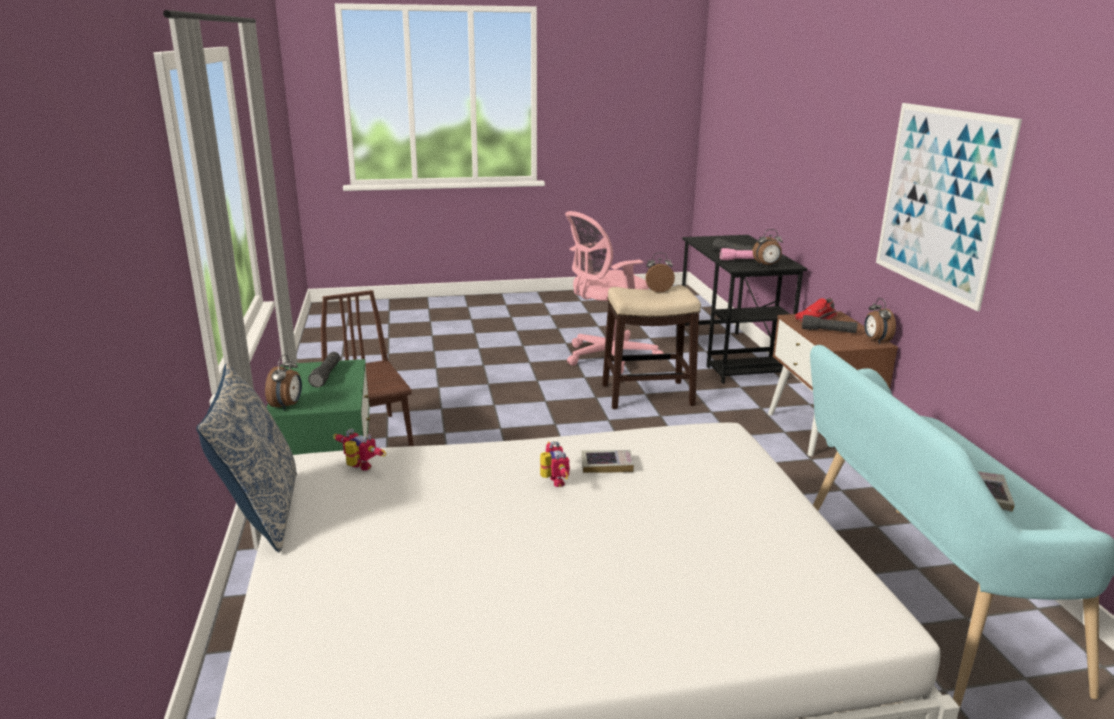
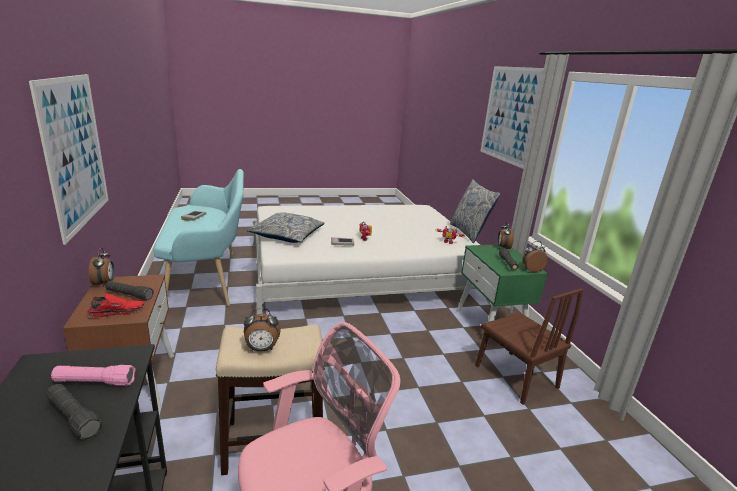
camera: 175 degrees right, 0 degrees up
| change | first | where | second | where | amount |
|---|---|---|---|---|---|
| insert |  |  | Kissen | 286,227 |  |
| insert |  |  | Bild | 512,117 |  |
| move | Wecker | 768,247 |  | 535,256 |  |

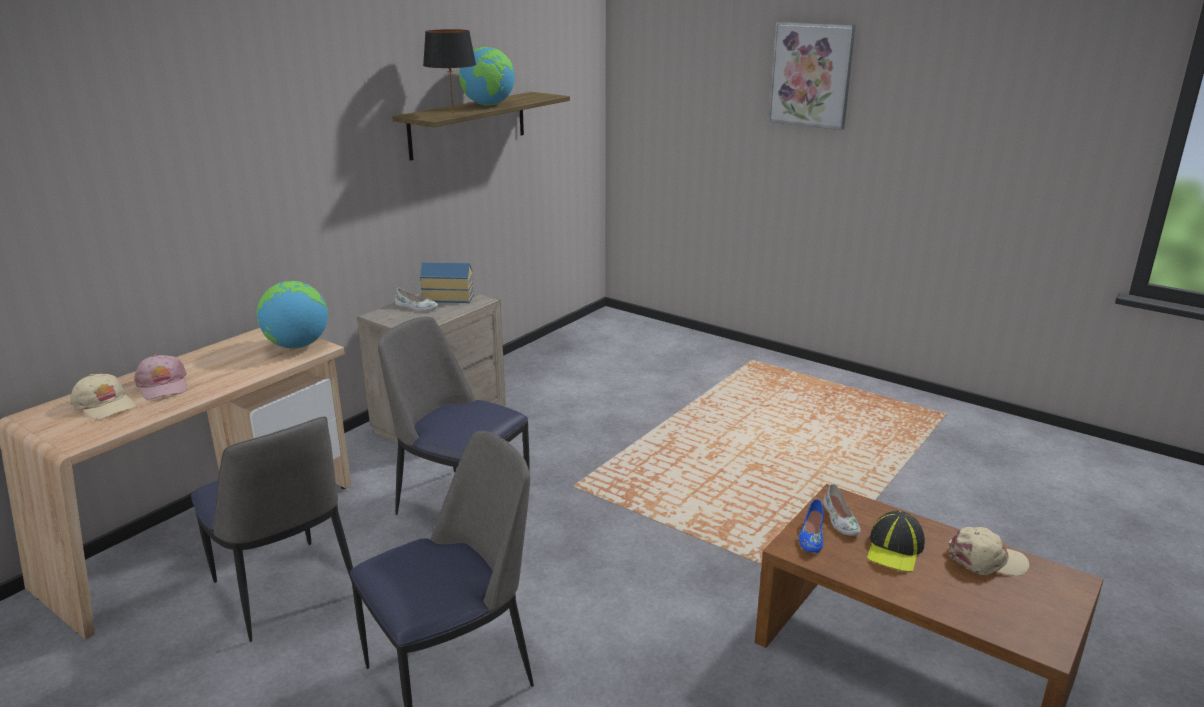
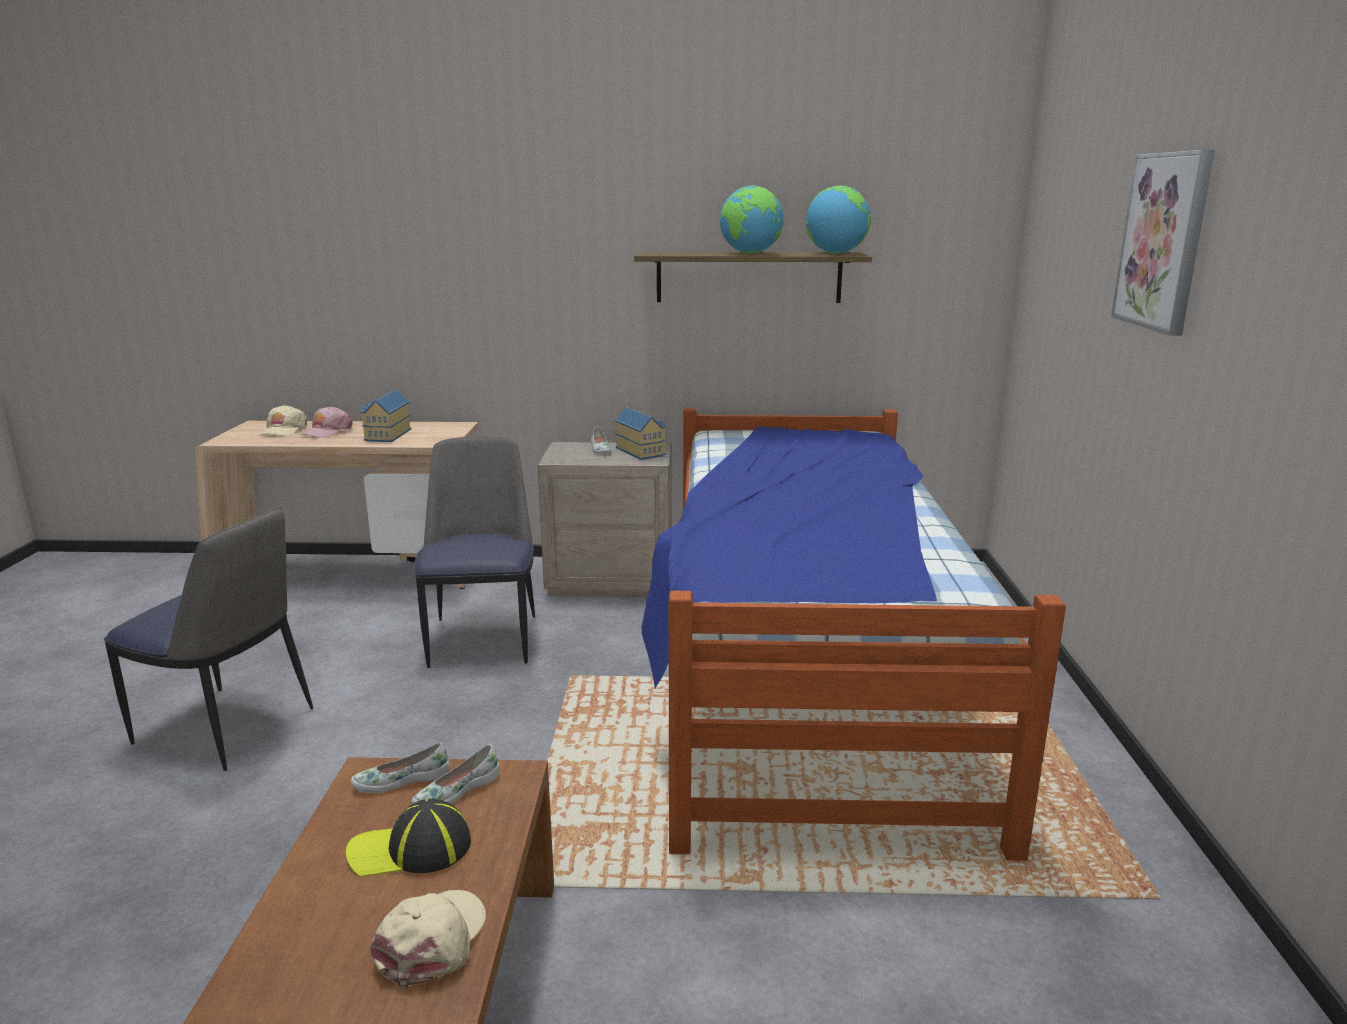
camera: 55 degrees right, 5 degrees down
| change | first | where | second | where | amount |
|---|---|---|---|---|---|
| recolor | Schuh [blau] | 811,526 | Schuh [weiß] | 400,768 |  |
| insert |  |  | Spielzeughaus | 385,415 |  |
| rotate | Kappe [beige] | 988,551 |  | 428,938 | 135 degrees counterclockwise |
| insert |  |  | Bett | 854,634 |  |
| move | Globus | 292,315 |  | 838,219 |  |
| delete | Stuhl | 272,529 |  |  |  |
| delete | Tischlampe [schwarz] | 449,70 |  |  |  |

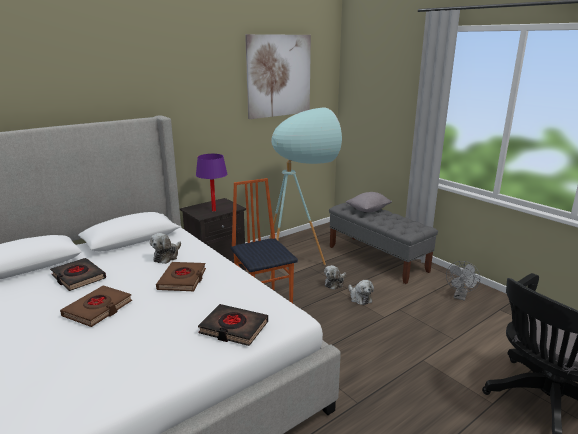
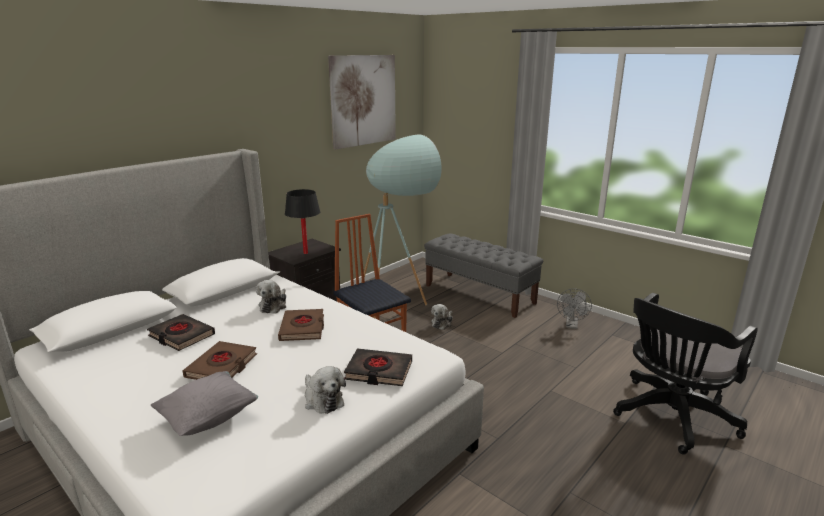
camera: 10 degrees left, 0 degrees up
| change | first | where | second | where | amount |
|---|---|---|---|---|---|
| move | Kissen [grau] | 368,202 |  | 204,403 |  |
| recolor | Tischlampe [lila] | 212,182 | Tischlampe [schwarz] | 302,221 |  |
| move | Plüschtier | 361,292 |  | 325,390 |  |

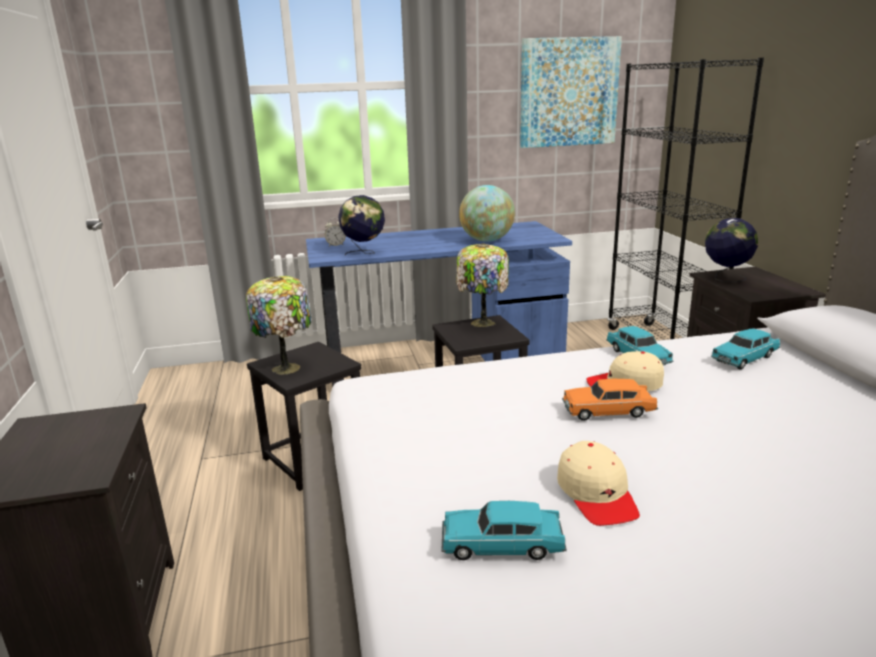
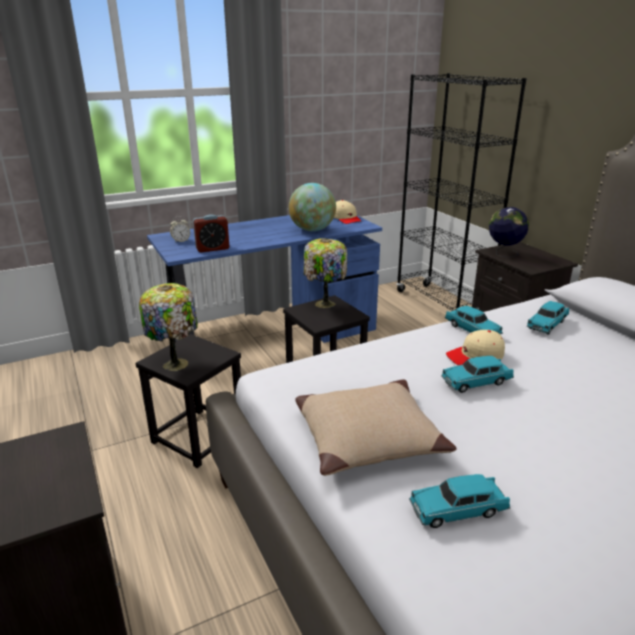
camera: 15 degrees left, 5 degrees up
| change | first | where | second | where | amount |
|---|---|---|---|---|---|
| replace | Globus | 361,225 | Wecker | 211,233 |  |
| insert |  |  | Kissen [beige] | 376,428 |  |
| move | Kappe [beige] | 598,483 |  | 347,212 |  |
| recolor | Spielzeugauto [orange] | 610,400 | Spielzeugauto [türkis] | 477,374 |  |
| delete | Bild | 571,92 |  |  |  |

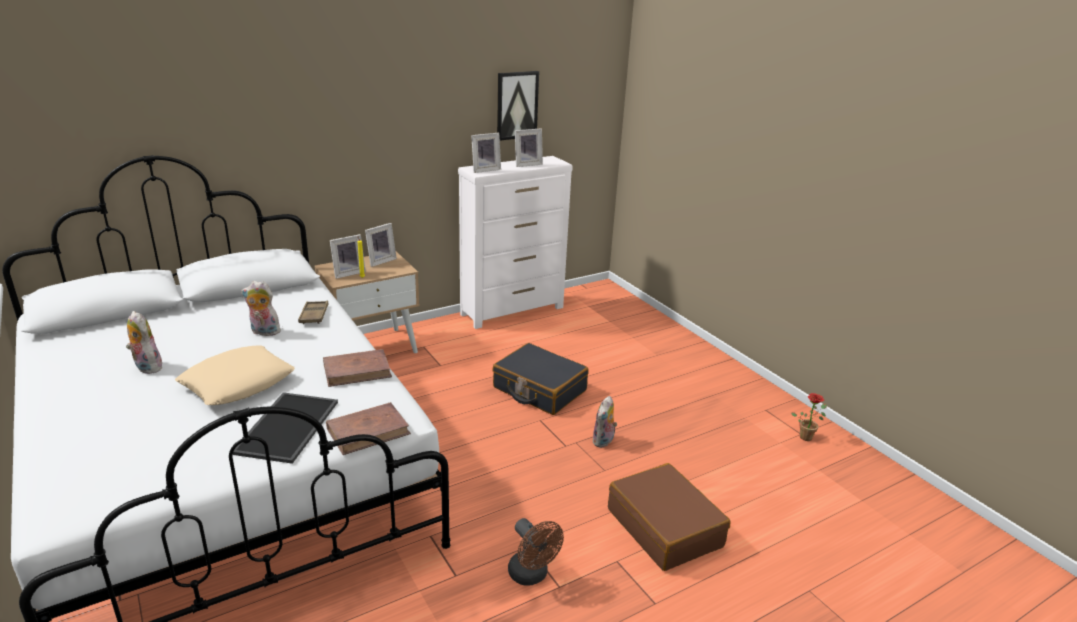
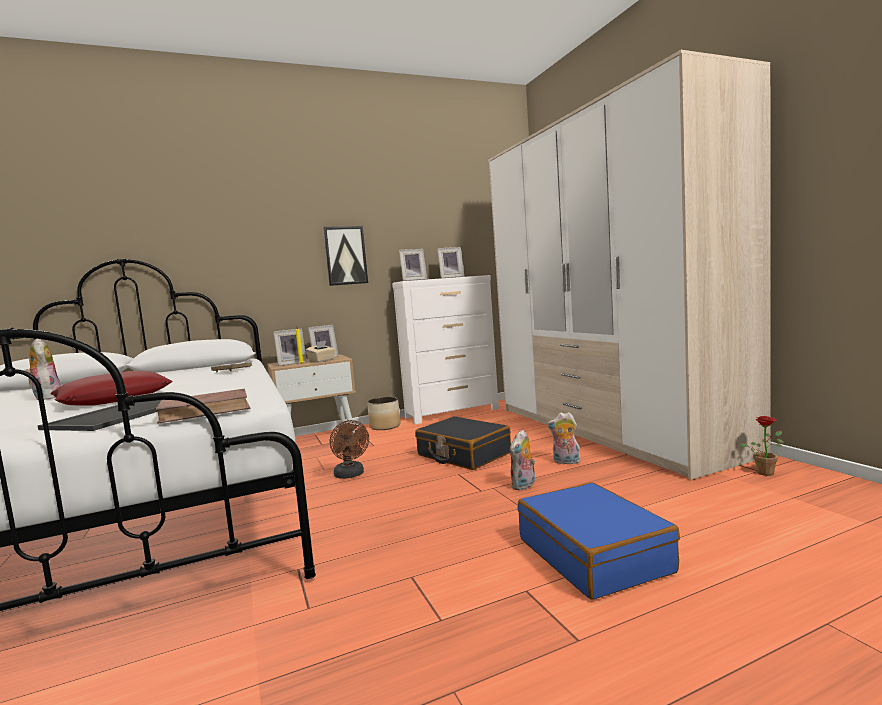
camera: 10 degrees right, 20 degrees down
| change | first | where | second | where | amount |
|---|---|---|---|---|---|
| recolor | Kissen [beige] | 235,375 | Kissen [rot] | 111,388 |  |
| insert |  |  | Taschentuchbox [beige] | 320,352 |  |
| move | Bild | 518,106 |  | 345,256 |  |
| move | Ventilator [braun] | 536,551 |  | 349,449 |  |
| insert |  |  | Pflanzkübel | 384,413 |  |
| insert |  |  | Kleiderschrank | 629,265 |  |
| recolor | Koffer [braun] | 669,517 | Koffer [blau] | 599,541 |  |
| move | Plüschtier | 261,308 |  | 563,438 |  |
| delete | Buch [braun] | 357,368 |  |  |  |

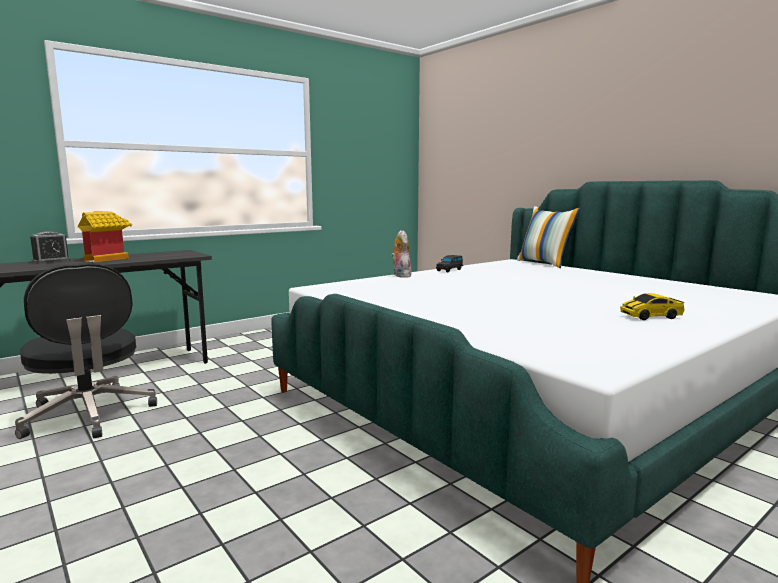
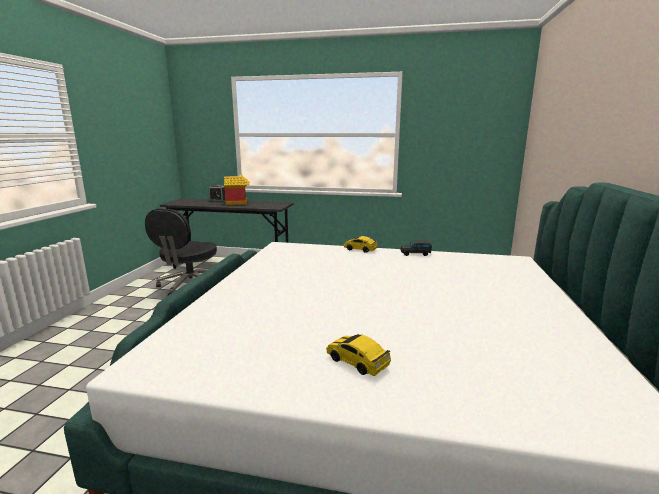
camera: 50 degrees right, 5 degrees up
| change | first | where | second | where | amount |
|---|---|---|---|---|---|
| replace | Plüschtier | 401,254 | Spielzeugauto | 361,244 |  |
| delete | Kissen | 549,237 |  |  |  |

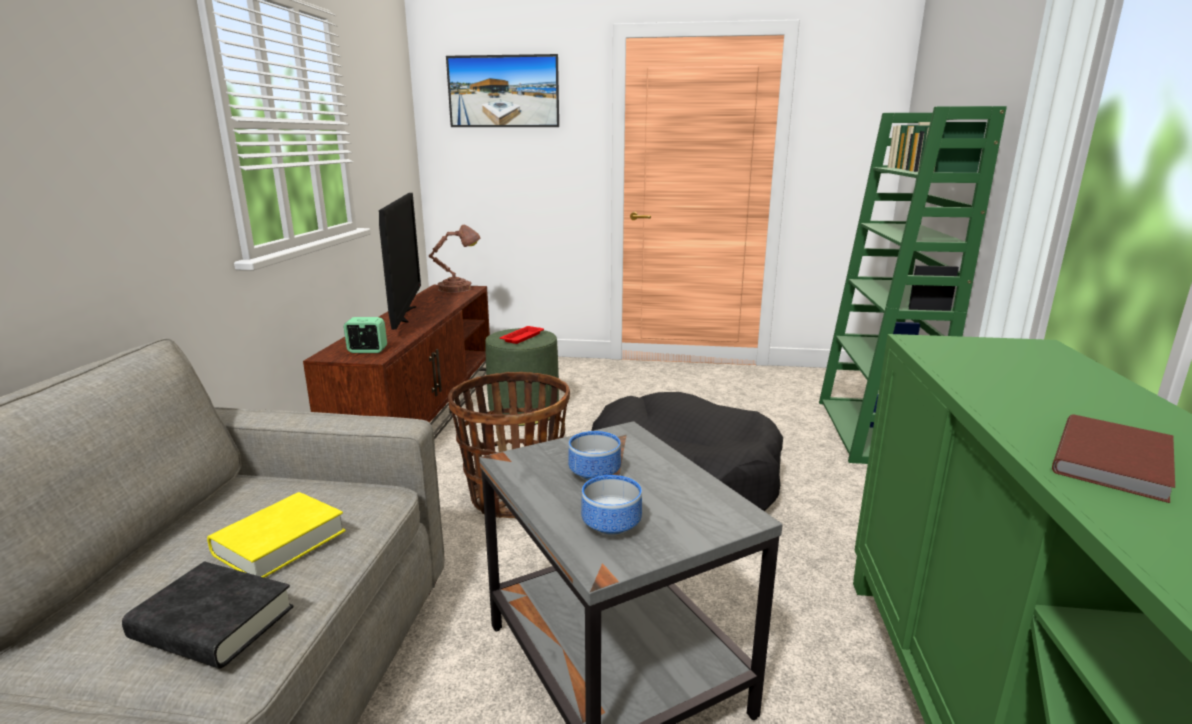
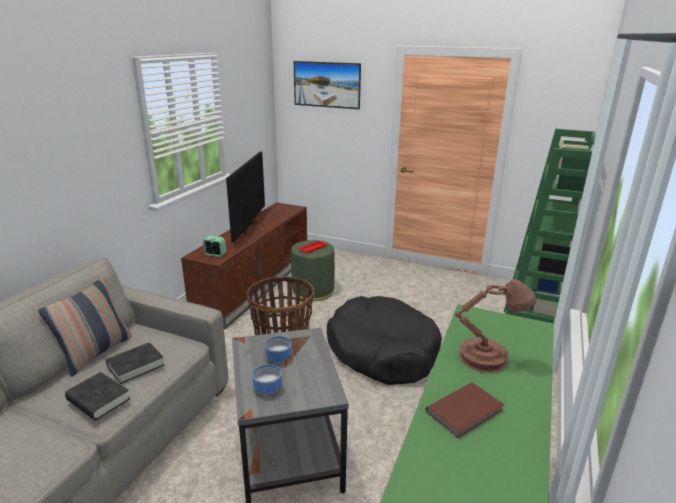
camera: 15 degrees right, 5 degrees up
| change | first | where | second | where | amount |
|---|---|---|---|---|---|
| insert |  |  | Kissen | 85,326 |  |
| recolor | Buch [gelb] | 276,535 | Buch [schwarz] | 135,363 |  |
| move | Tischlampe [braun] | 454,259 |  | 495,325 |  |

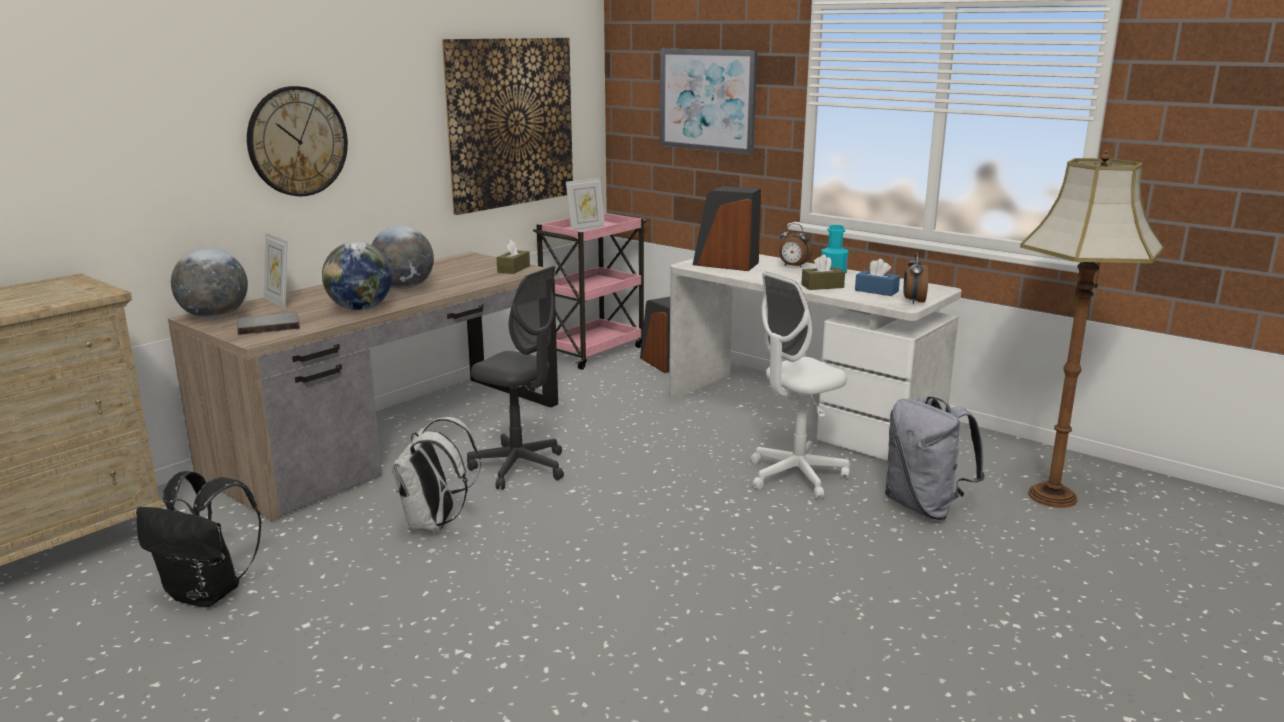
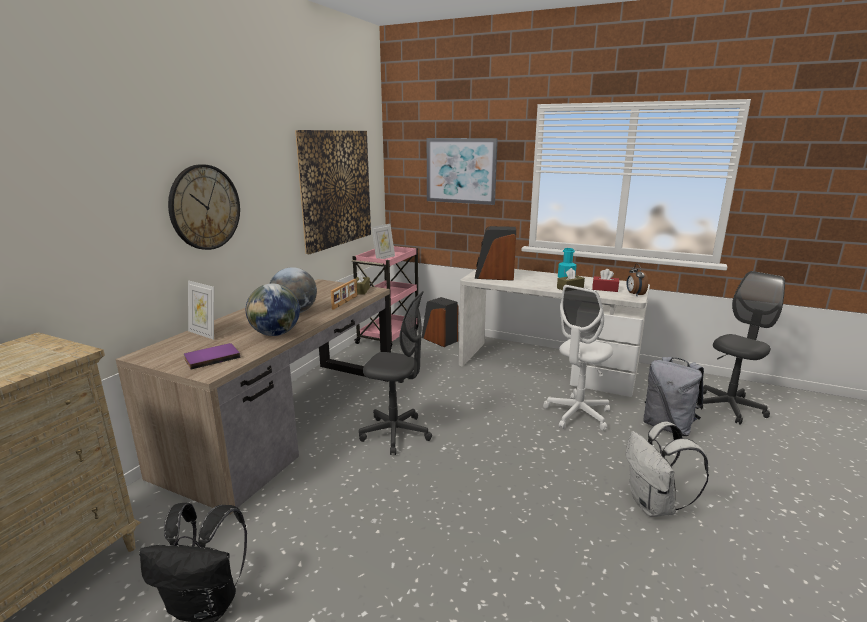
camera: 15 degrees left, 0 degrees up
| change | first | where | second | where | amount |
|---|---|---|---|---|---|
| recolor | Buch [grau] | 268,323 | Buch [lila] | 212,356 |  |
| insert |  |  | Bilderrahmen | 344,294 |  |
| recolor | Taschentuchbox [blau] | 877,277 | Taschentuchbox [rot] | 605,280 |  |
| move | Rucksack [weiß] | 436,474 |  | 667,469 |  |
| replace | Stehlampe | 1092,329 | Bürostuhl [grau] | 741,348 |  |
| delete | Globus | 209,283 |  |  |  |
| delete | Wecker | 796,245 |  |  |  |

